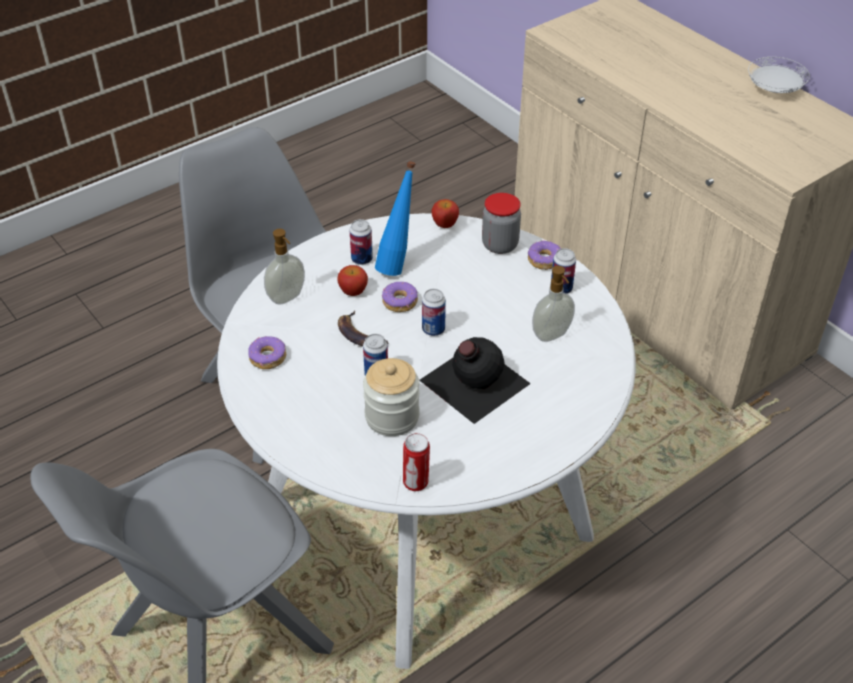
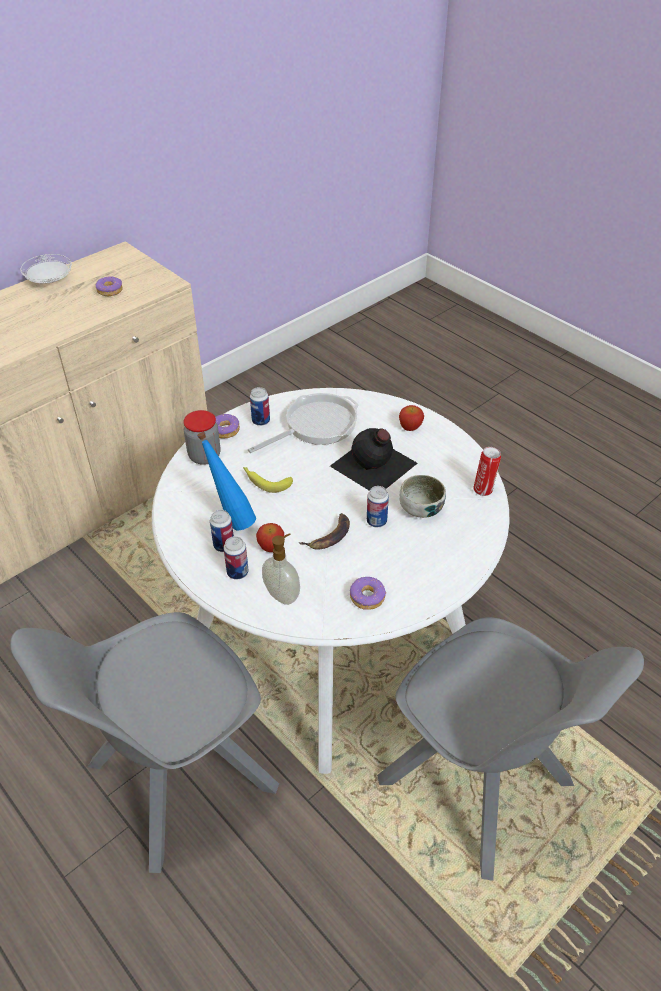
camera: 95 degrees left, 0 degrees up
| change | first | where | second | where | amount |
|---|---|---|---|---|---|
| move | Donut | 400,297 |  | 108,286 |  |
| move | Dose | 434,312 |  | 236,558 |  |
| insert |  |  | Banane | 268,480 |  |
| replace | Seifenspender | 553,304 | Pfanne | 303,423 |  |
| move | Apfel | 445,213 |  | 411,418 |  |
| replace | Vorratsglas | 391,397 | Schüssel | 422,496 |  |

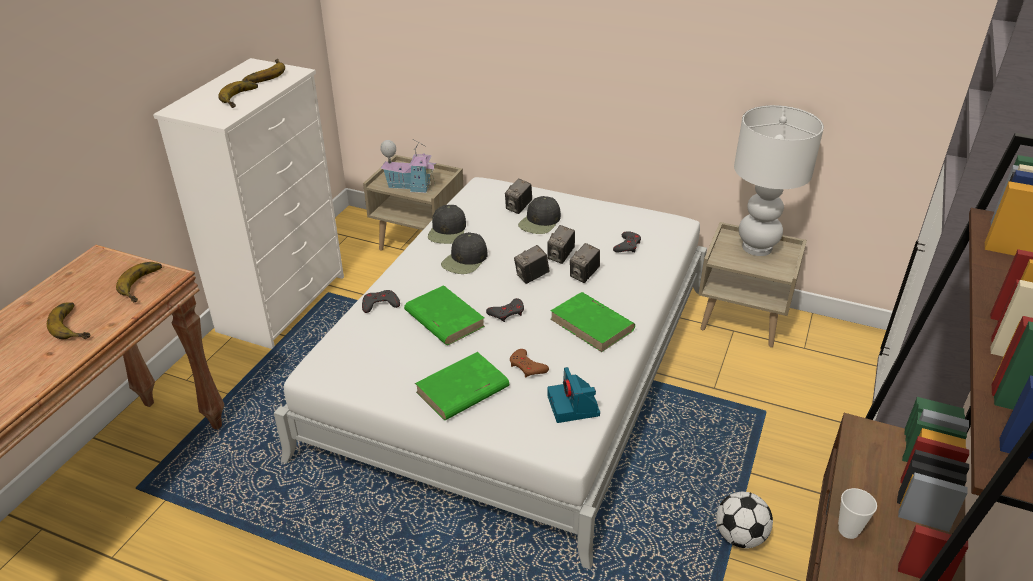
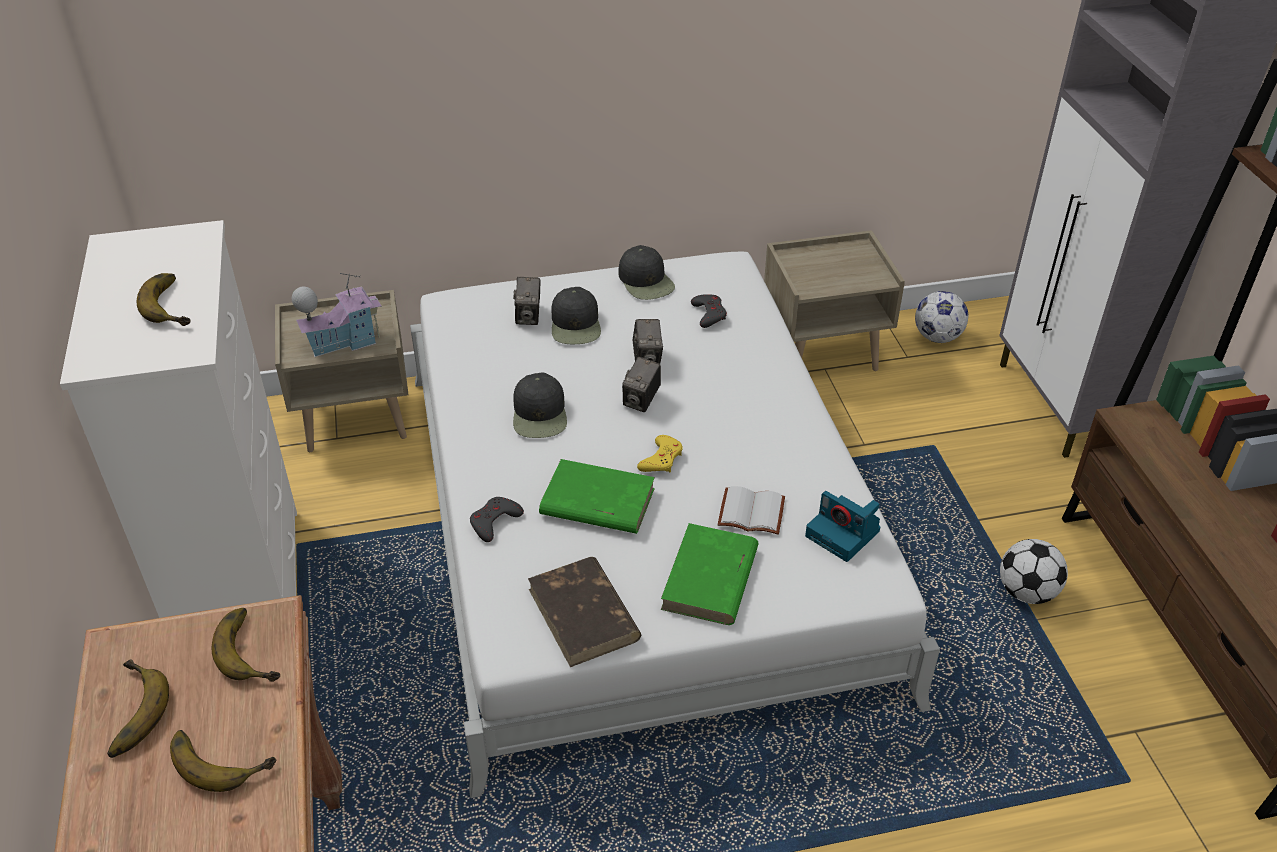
camera: 35 degrees left, 5 degrees up
| change | first | where | second | where | amount |
|---|---|---|---|---|---|
| move | Banane | 263,71 |  | 138,708 |  |
| insert |  |  | Buch [braun] | 584,612 |  |
| move | Kappe [schwarz] | 447,224 |  | 646,272 |  |
| recolor | Gamepad [grau] | 505,310 | Gamepad [gelb] | 660,453 |  |
| replace | Gamepad [braun] | 529,363 | Buch [weiß] | 751,510 |  |
| insert |  |  | Fußball | 941,317 |  |
| delete | Buch [grün] | 592,322 |  |  |  |
| delete | Kamera | 585,263 |  |  |  |
| delete | Tischlampe [weiß] | 779,180 |  |  |  |
| delete | Tasse | 857,513 |  |  |  |

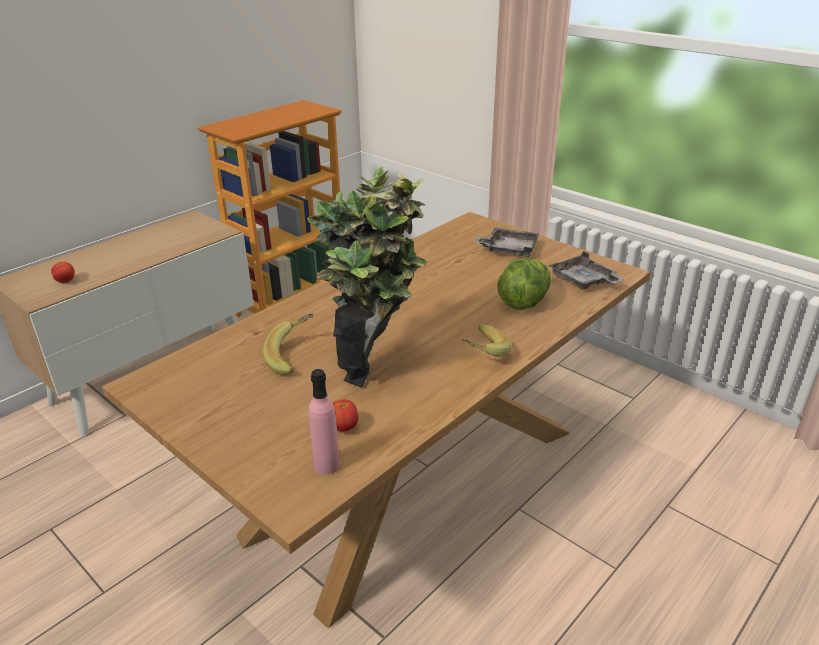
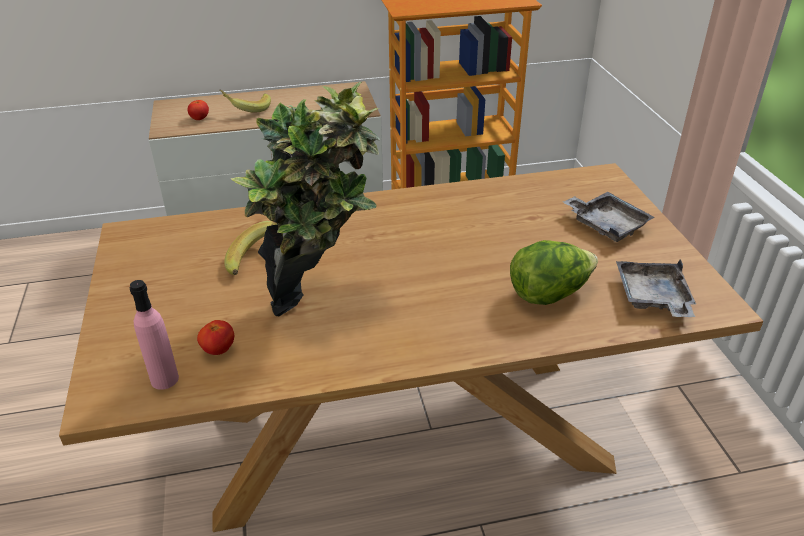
camera: 35 degrees right, 5 degrees up
| change | first | where | second | where | amount |
|---|---|---|---|---|---|
| move | Banane | 487,341 |  | 245,101 |  |

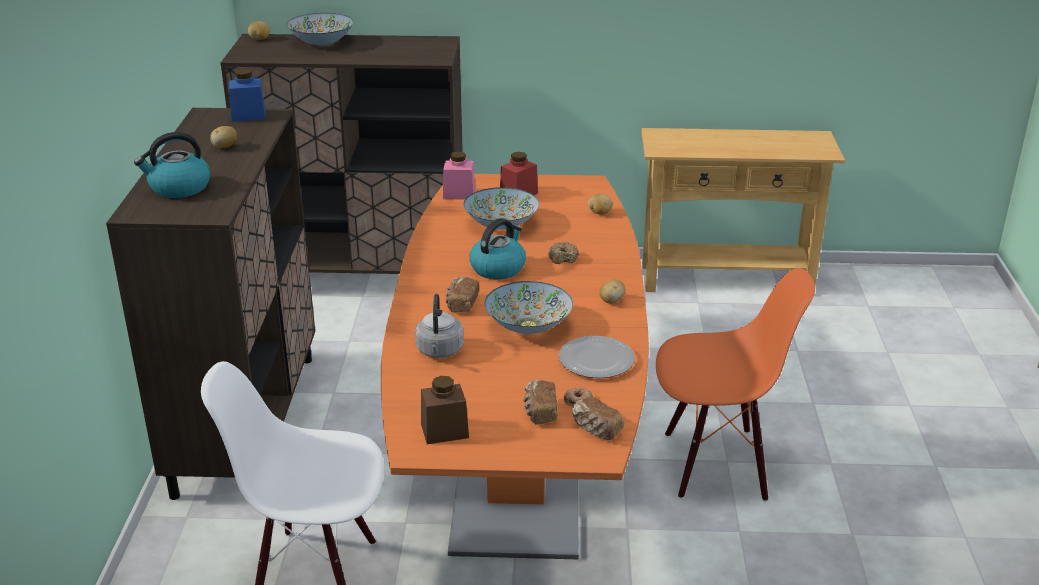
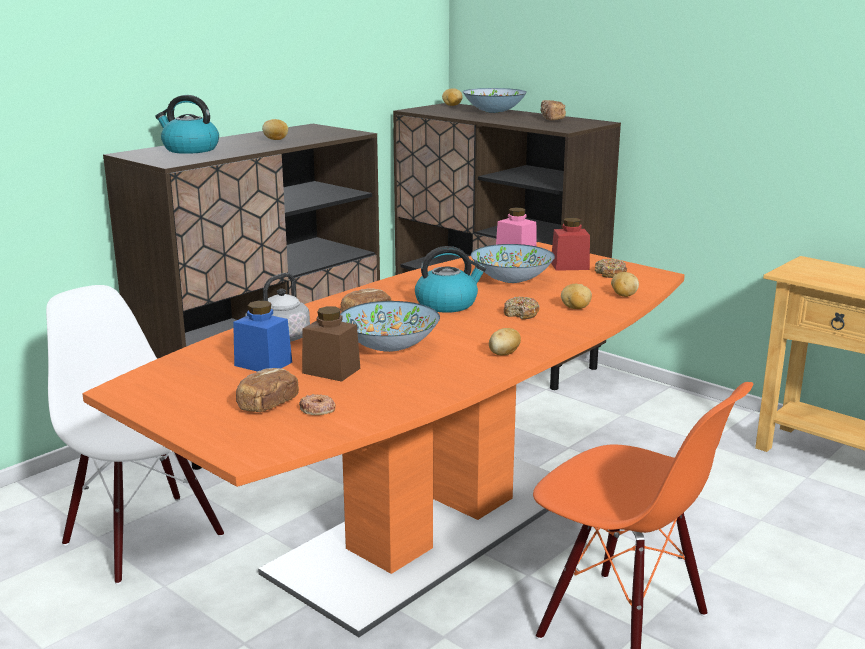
camera: 40 degrees right, 10 degrees down
| change | first | where | second | where | amount |
|---|---|---|---|---|---|
| move | Vorratsglas [blau] | 247,95 |  | 262,336 |  |
| move | Vorratsglas [braun] | 445,410 |  | 331,344 |  |
| move | Brot | 598,418 |  | 553,110 |  |
| insert |  |  | Kartoffel | 576,296 |  |
| insert |  |  | Donut | 611,268 |  |
| delete | Teller | 597,357 |  |  |  |

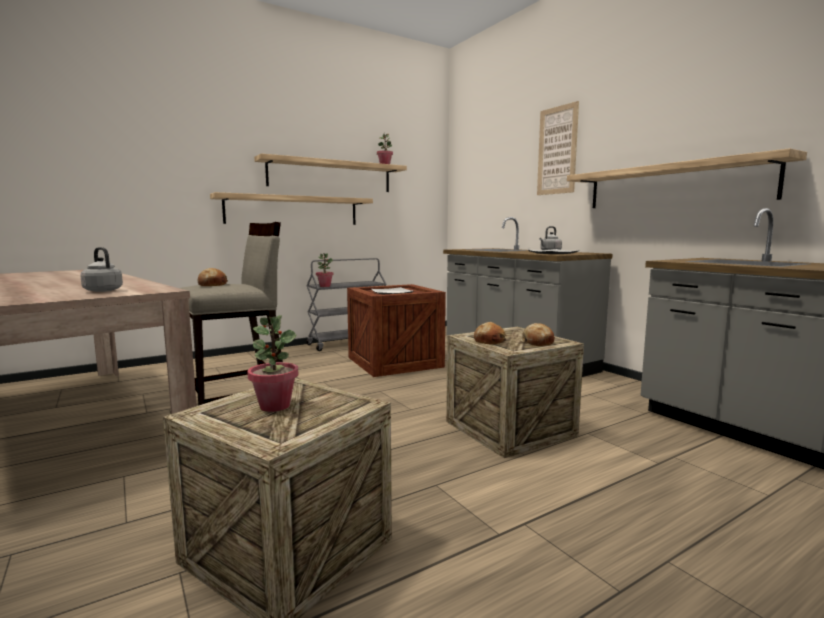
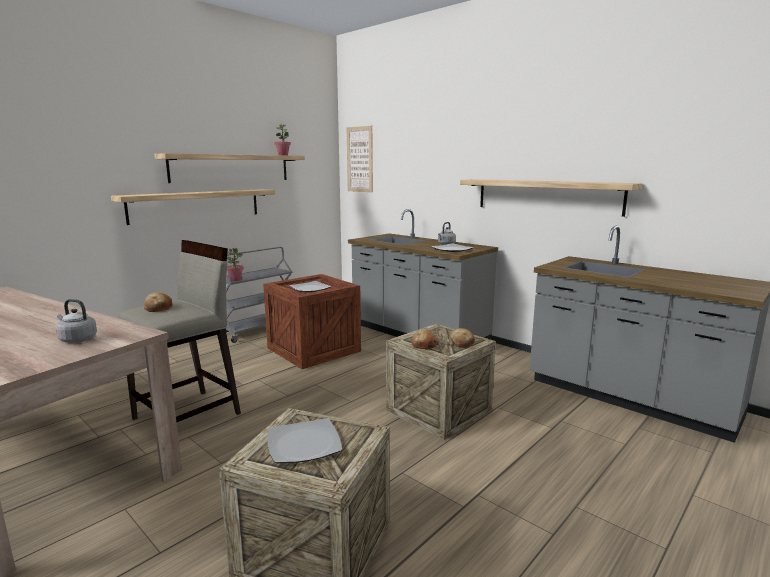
camera: 15 degrees left, 5 degrees up
| change | first | where | second | where | amount |
|---|---|---|---|---|---|
| replace | Topfpflanze | 272,363 | Teller | 304,440 |  |
| move | Bild | 558,148 |  | 360,159 |  |

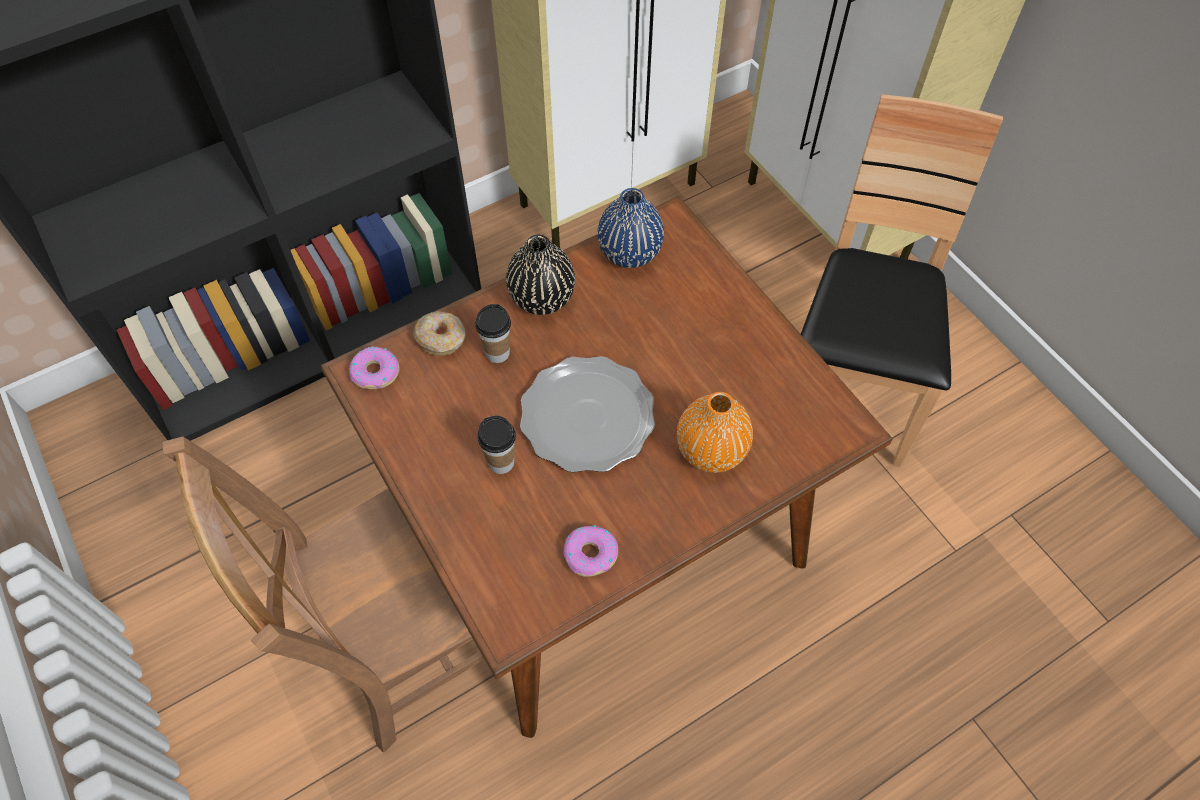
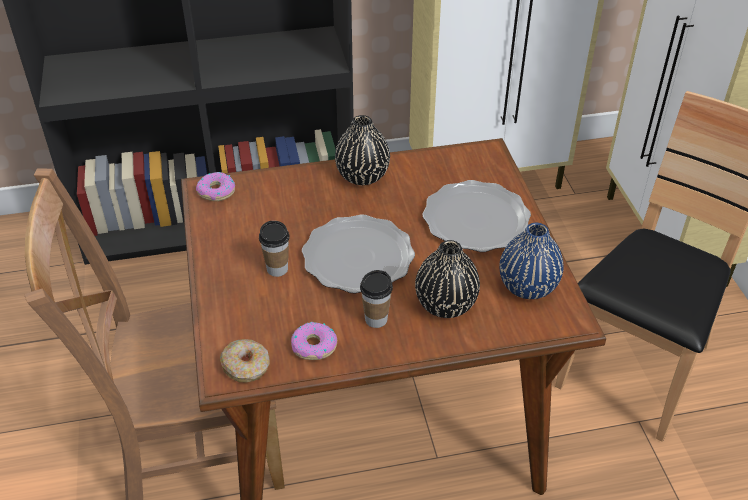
camera: 20 degrees right, 15 degrees down
| change | first | where | second | where | amount |
|---|---|---|---|---|---|
| move | Donut | 439,333 |  | 245,360 |  |
| move | Tasse | 493,333 |  | 376,299 |  |
| recolor | Vase [orange] | 715,432 | Vase [schwarz] | 447,279 |  |
| insert |  |  | Teller | 476,216 |  |
| move | Vase [blau] | 630,228 |  | 531,261 |  |

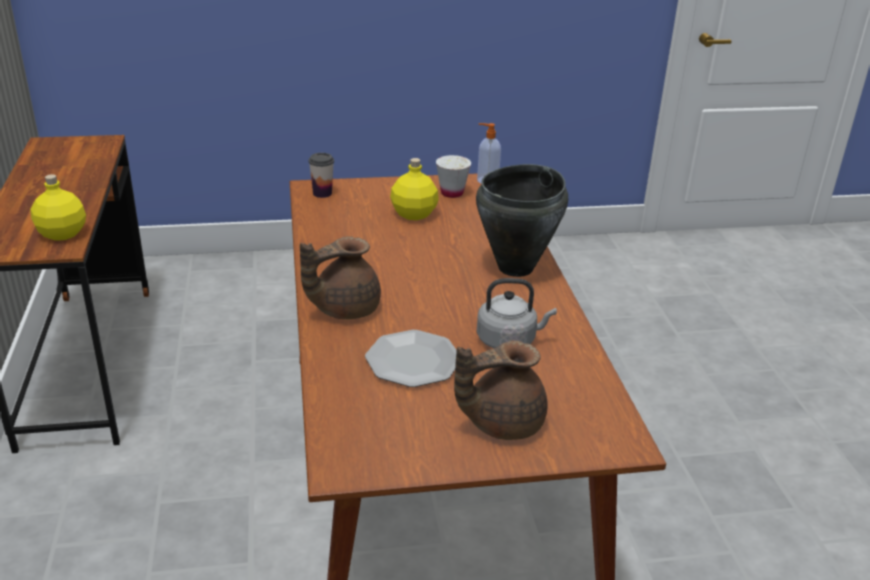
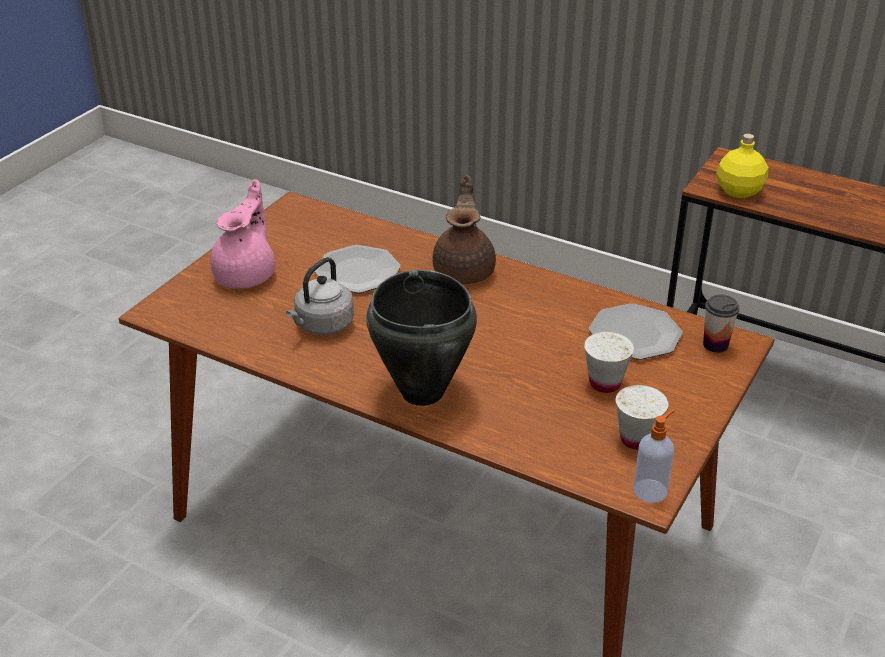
camera: 130 degrees right, 5 degrees up
| change | first | where | second | where | amount |
|---|---|---|---|---|---|
| recolor | Teekanne [braun] | 501,390 | Teekanne [rosa] | 243,234 |  |
| replace | Flasche [gelb] | 414,189 | Tasse [weiß] | 609,362 |  |
| insert |  |  | Teller | 636,331 |  |

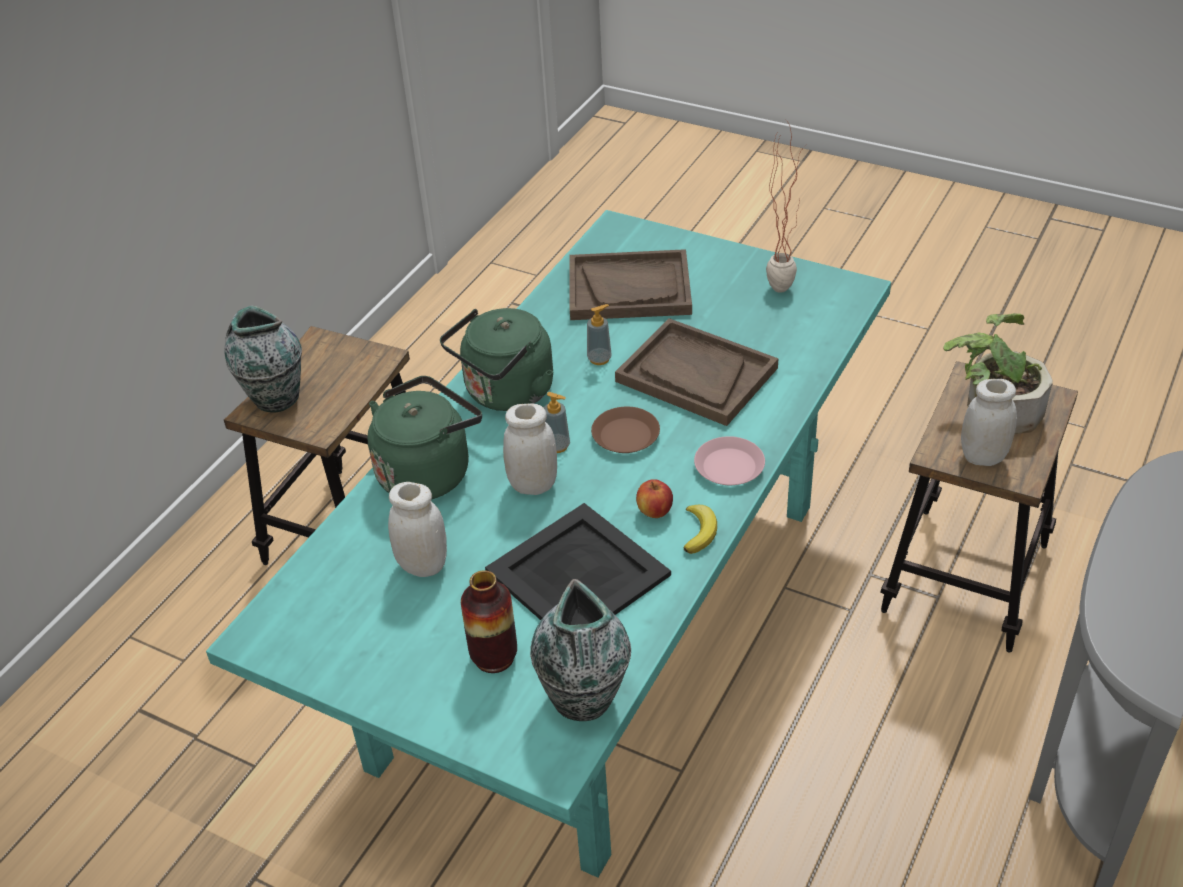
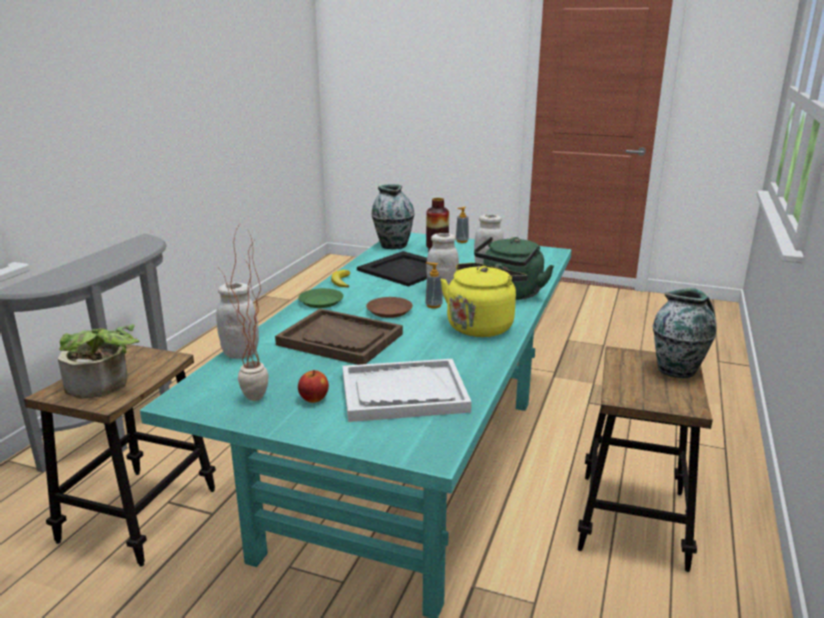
camera: 170 degrees right, 20 degrees down
| change | first | where | second | where | amount |
|---|---|---|---|---|---|
| move | Vorratsglas [weiß] | 989,422 |  | 237,321 |  |
| recolor | Teller [rosa] | 729,460 | Teller [grün] | 321,298 |  |
| move | Apfel | 654,498 |  | 313,386 |  |
| recolor | Tablett [braun] | 630,284 | Tablett [weiß] | 407,390 |  |
| recolor | Wasserkessel [grün] | 496,359 | Wasserkessel [gelb] | 484,300 |  |
| move | Seifenspender | 599,334 |  | 462,225 |  |

